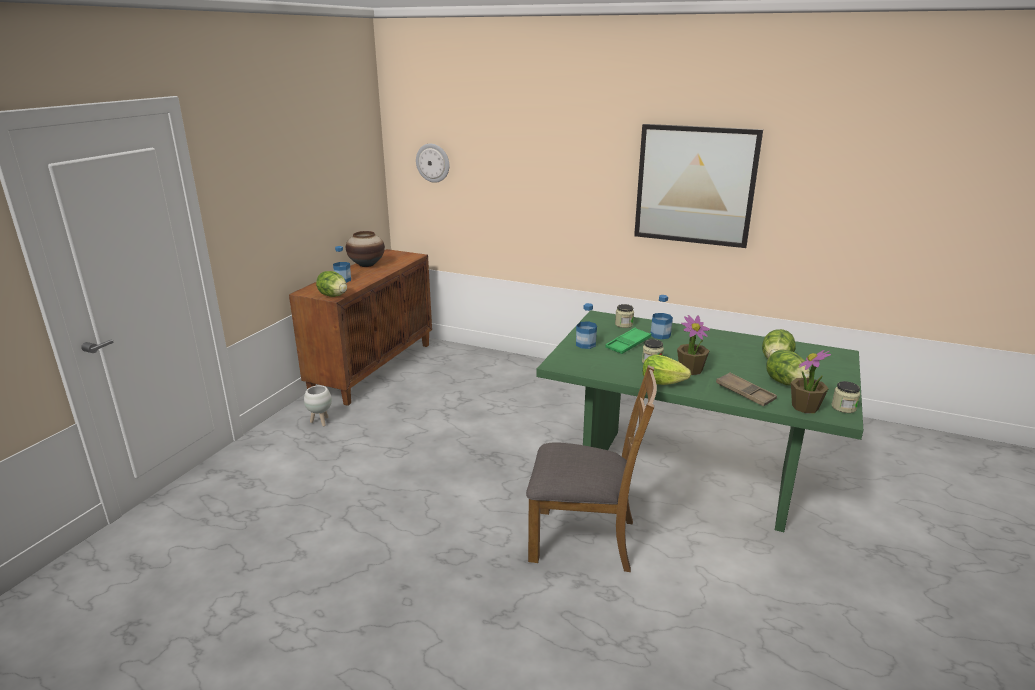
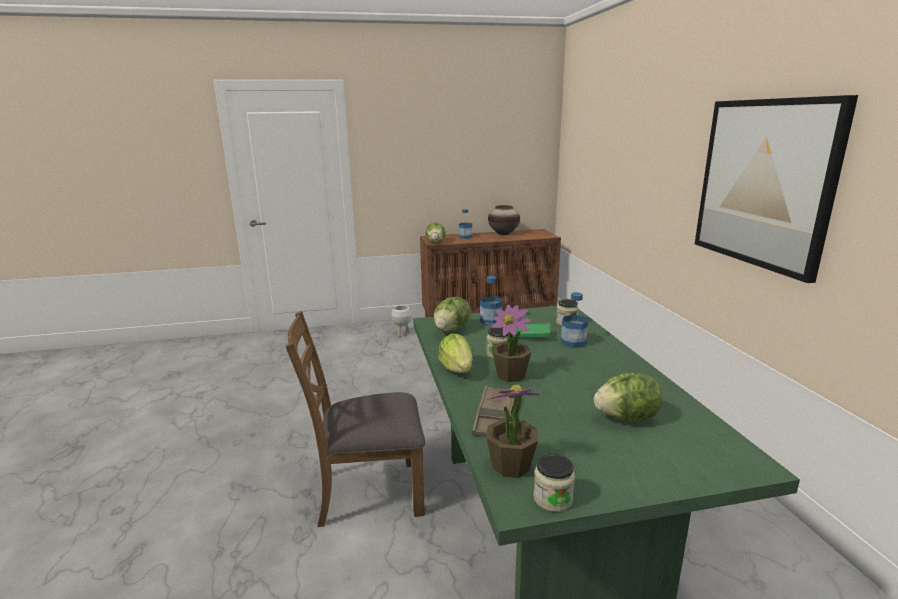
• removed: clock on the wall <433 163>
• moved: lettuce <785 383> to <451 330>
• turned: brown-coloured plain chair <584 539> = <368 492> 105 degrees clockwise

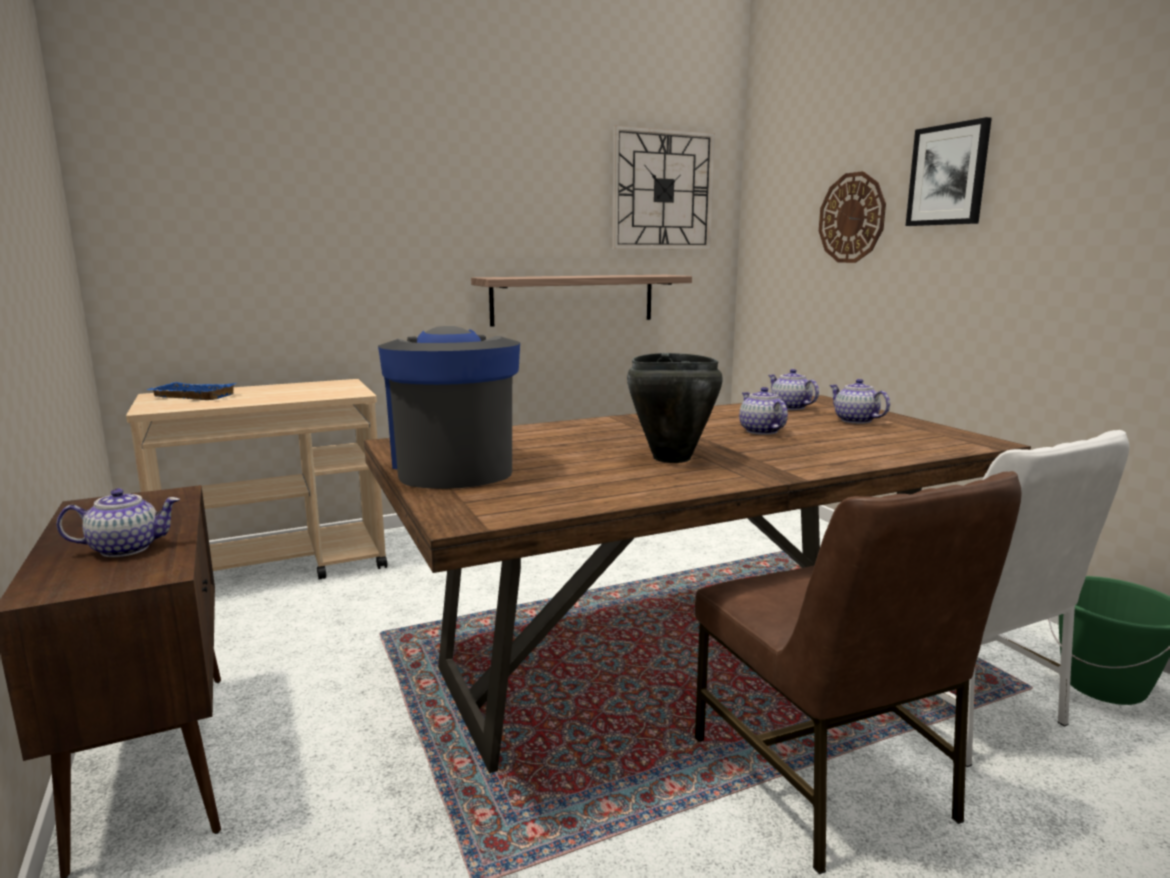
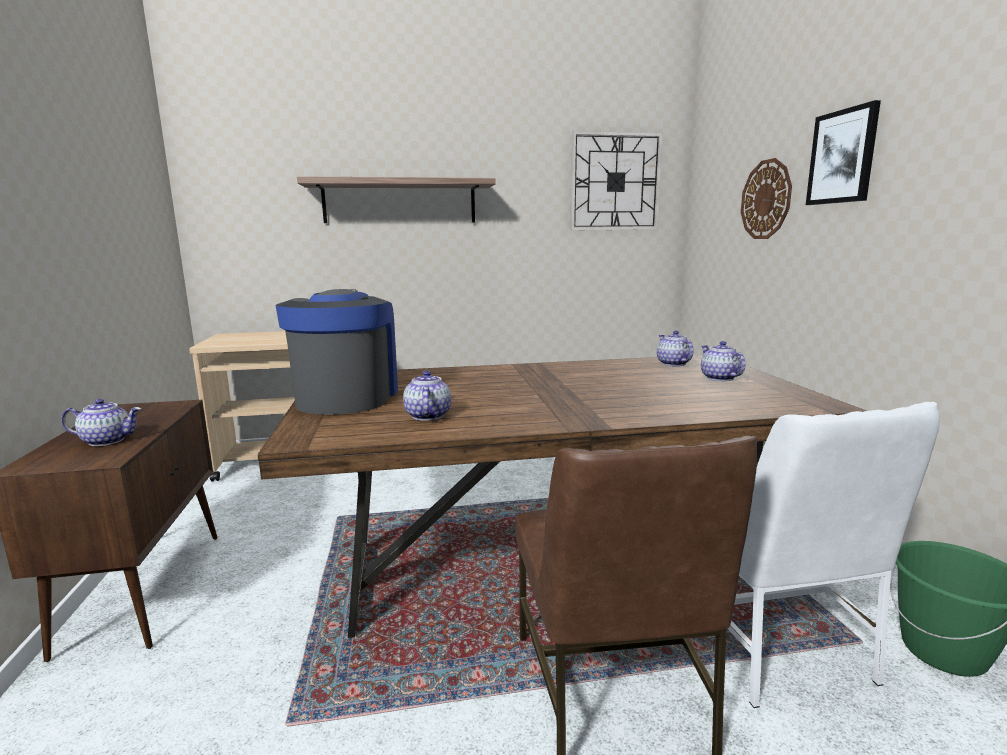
• moved: shelf <573 299> to <400 202>
• removed: blackish saucepot <671 458>
• removed: bluish carrying tray <191 396>
• moved: teapot <760 431> to <427 415>

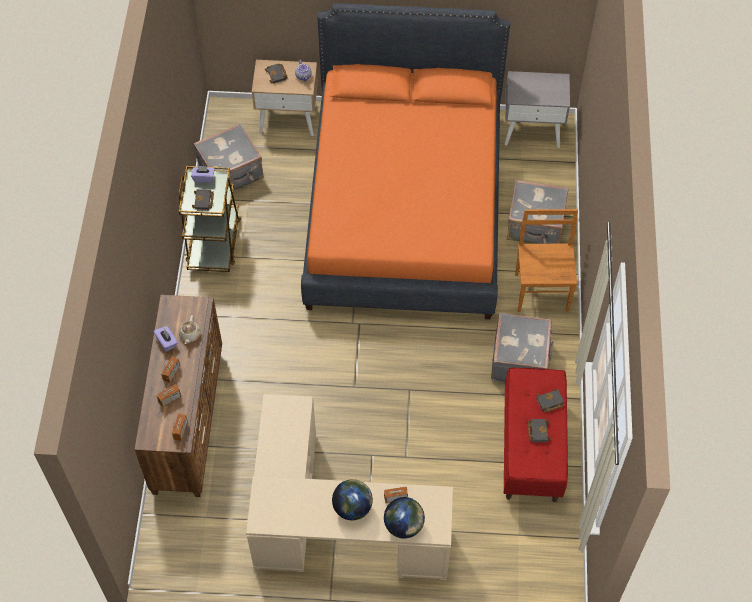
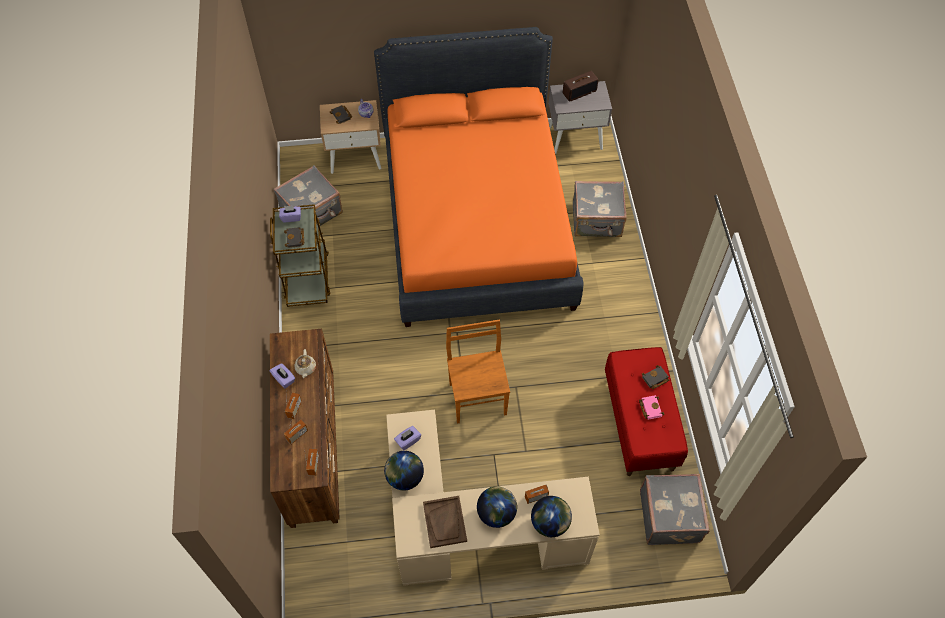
• moved: brown-coloured plain chair <541 290> to <477 397>
• moved: greyish travel case <520 360> to <670 516>
• recoloured: blackish bound book <537 431> to pink bound book <650 408>
• added: radio <579 92>
• added: purple-coloured box of tissues <408 441>
• added: desk globe <404 477>
• added: brown-coloured carrying tray <445 522>

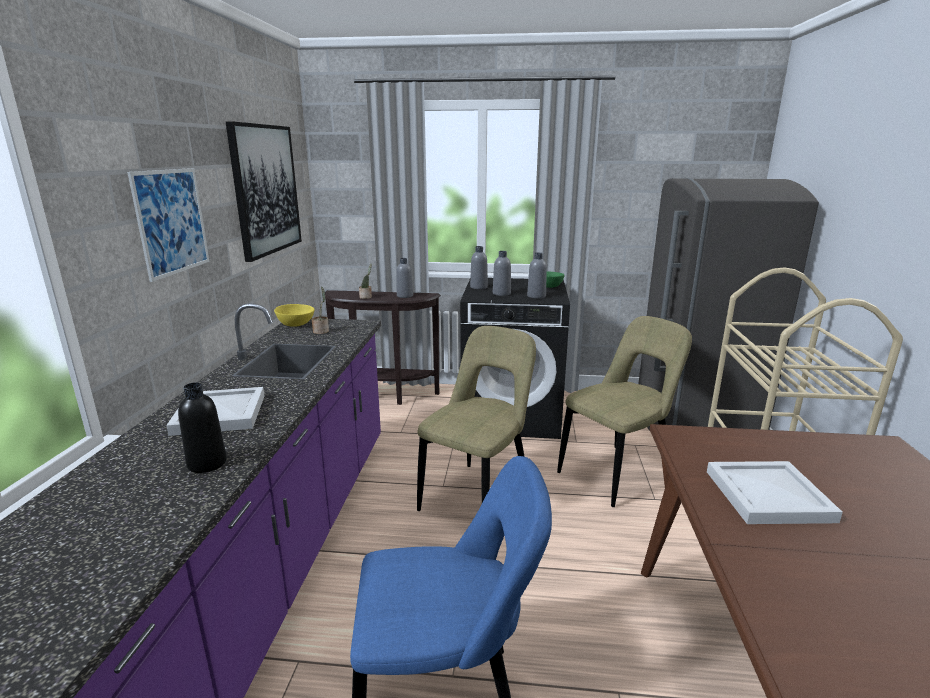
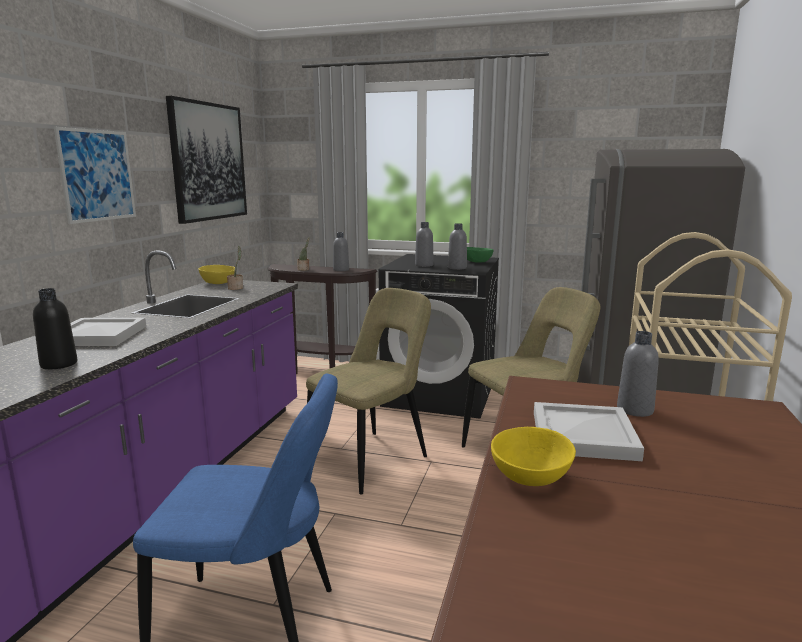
• moved: greyish bottle <478 287> to <635 410>
• added: yellowish bowl <530 476>

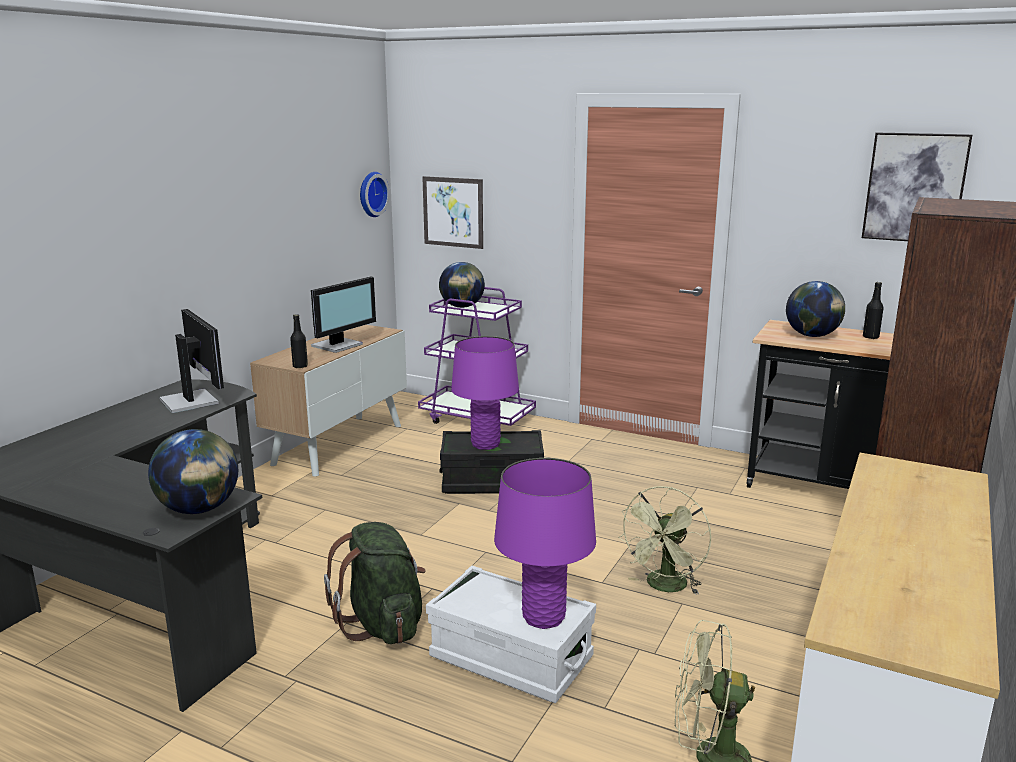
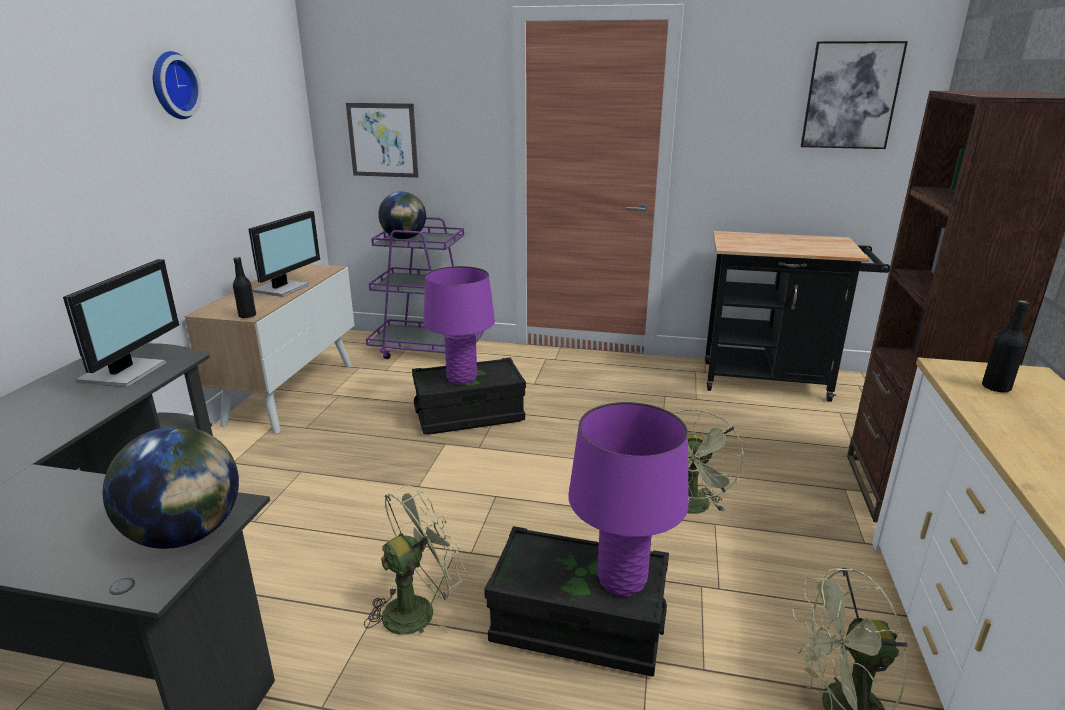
• moved: clock on the wall <371 194> to <172 85>
• removed: desk globe <812 335>
• moved: blackish bottle <870 337> to <996 388>
• turned: computer display <191 401> = <126 372> 60 degrees clockwise
• replaced: green knapsack <383 624> to green cooling fan <417 608>
• recoloured: whitish storage box <511 658> to blackish storage box <578 625>

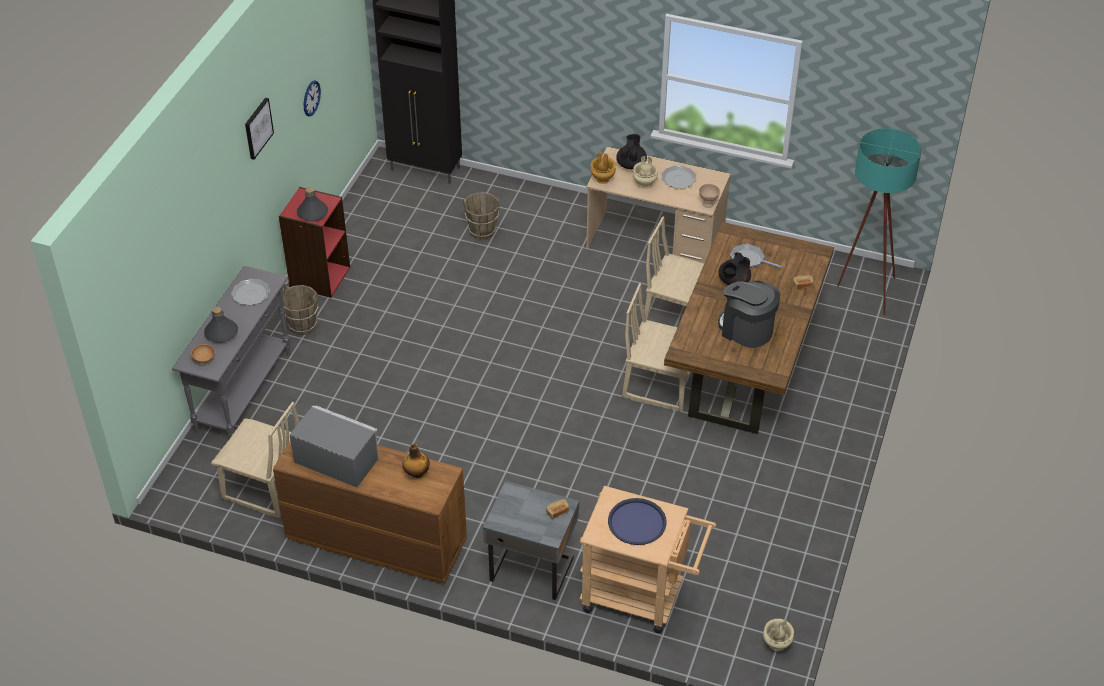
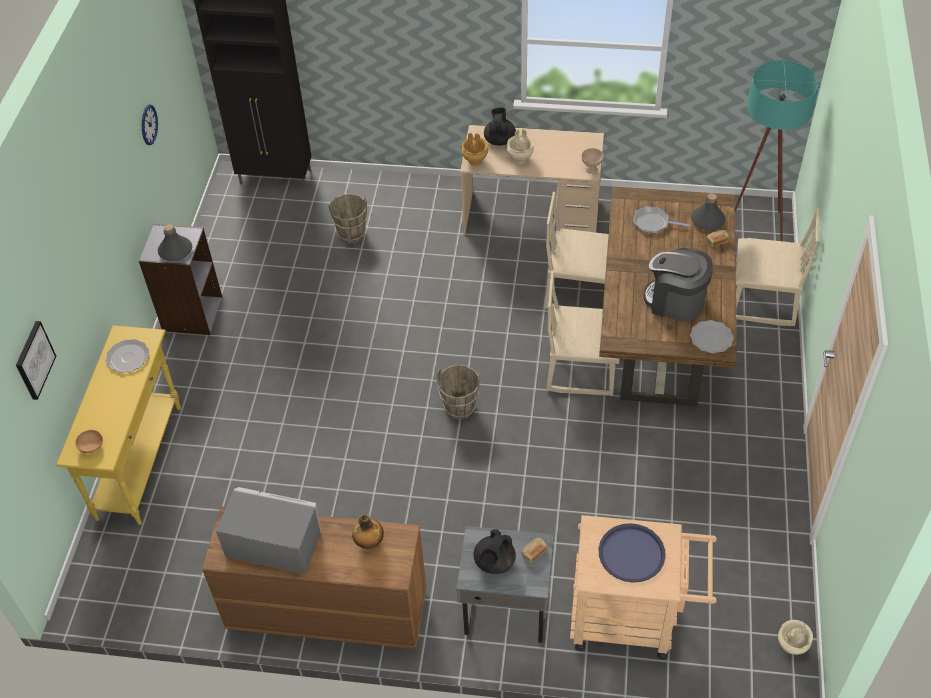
• moved: picture <257 128> to <34 360>
• moved: dinner plate <678 178> to <711 338>
• recoloured: reddish shelving unit <319 277> to greyish shelving unit <192 314>
• moved: blackish teapot <733 281> to <494 562>
• recoloured: greyish console table <244 392> to yellowish console table <140 461>
• moved: brown-coloured pail <302 326> to <459 408>
• moved: greyish bottle <221 333> to <708 220>
• moved: beige plain chair <265 488> to <763 302>

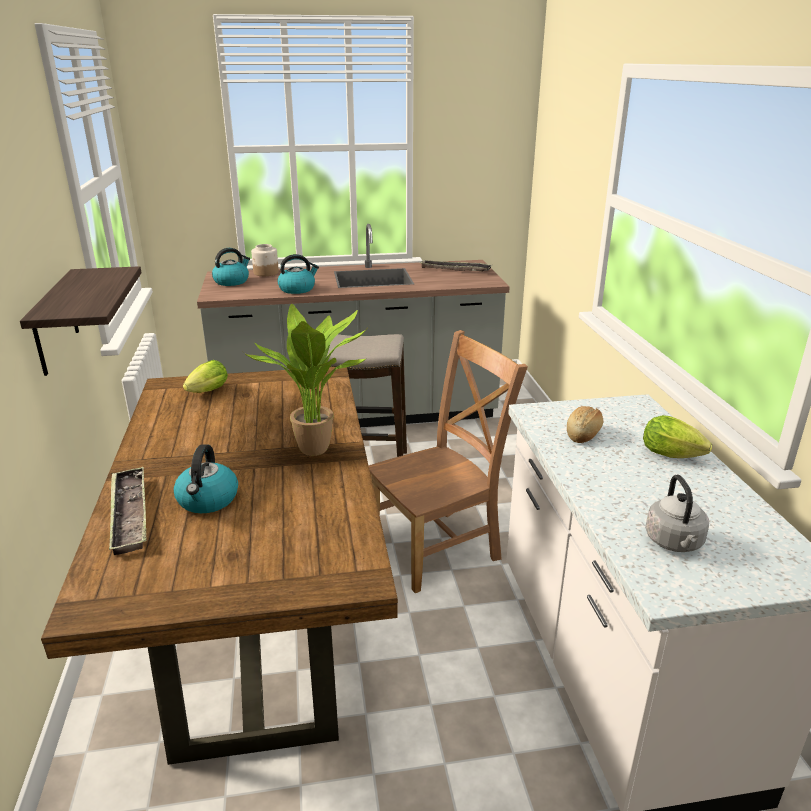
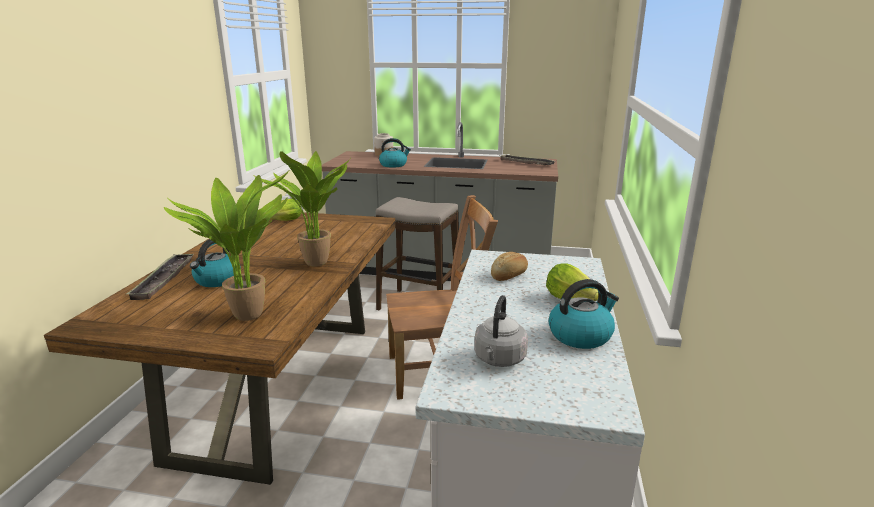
• moved: water kettle <232 281> to <580 335>
• removed: shelf <54 322>
• added: potted plant <251 313>

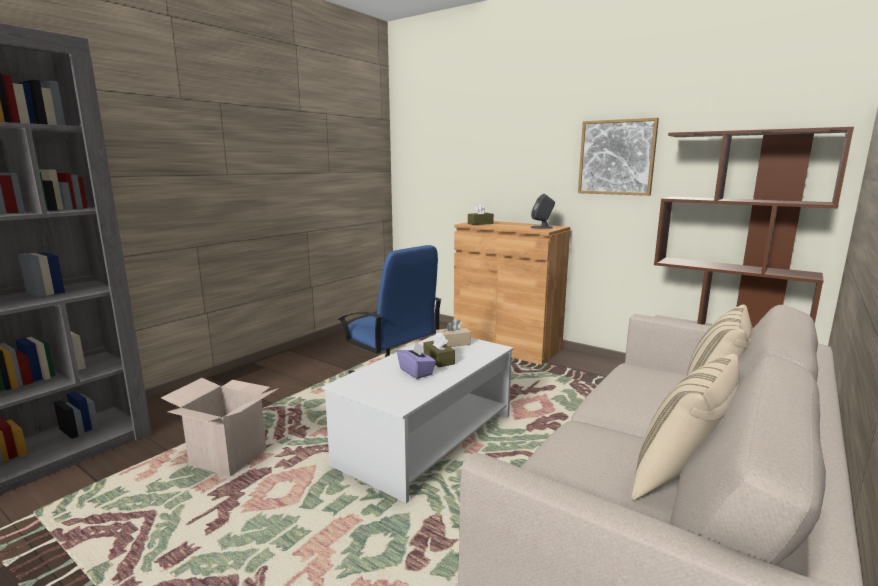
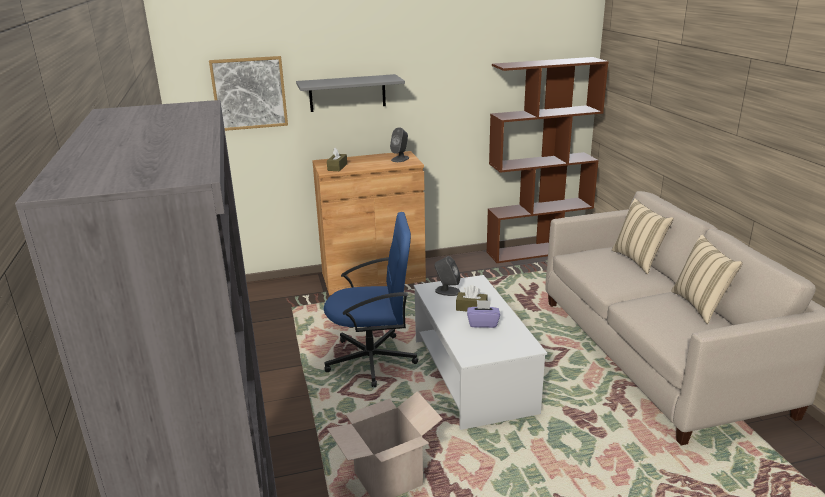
• moved: picture <616 157> to <249 93>
• replaced: beige box of tissues <453 343> to greyish speaker <447 291>
• added: greyish shelf <347 93>

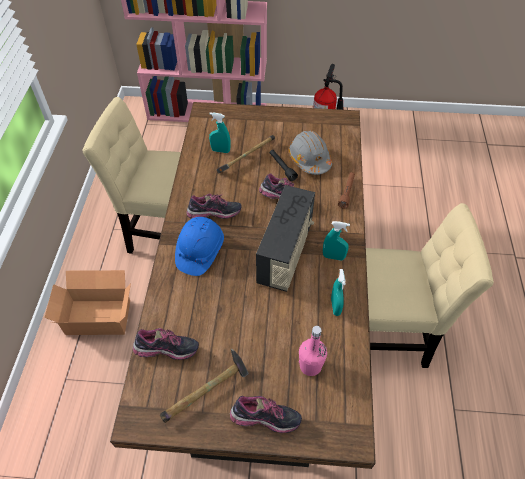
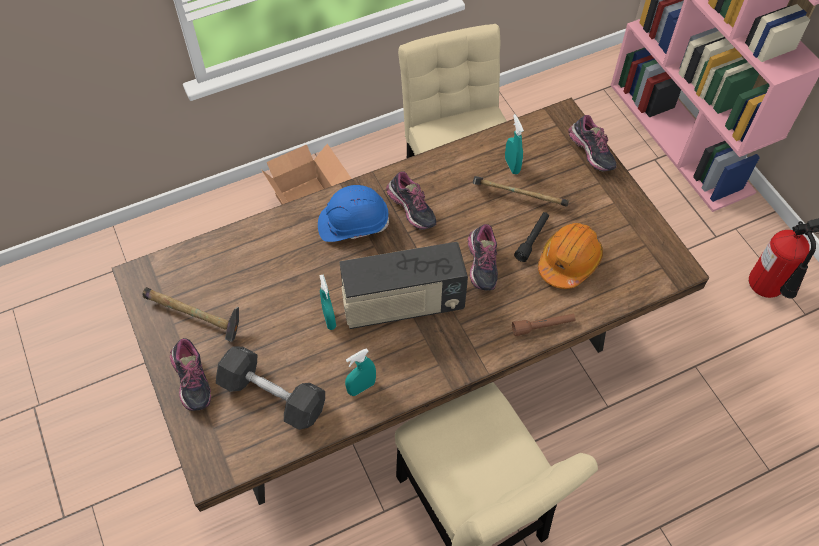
• recoloured: greyish work helmet <309 159> to orange work helmet <569 261>
• moved: turquoise-coloured spray bottle <333 257> to <329 319>
• replaced: pink bottle <310 366> to greyish dumbbell <273 395>
• moved: shoe <167 351> to <590 154>

